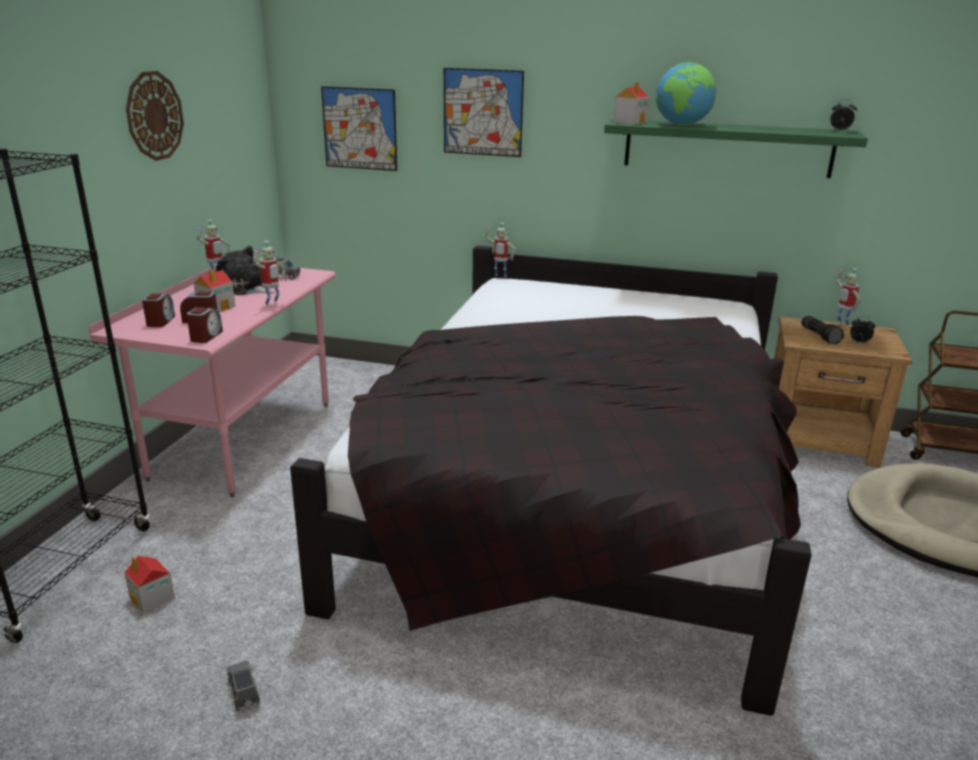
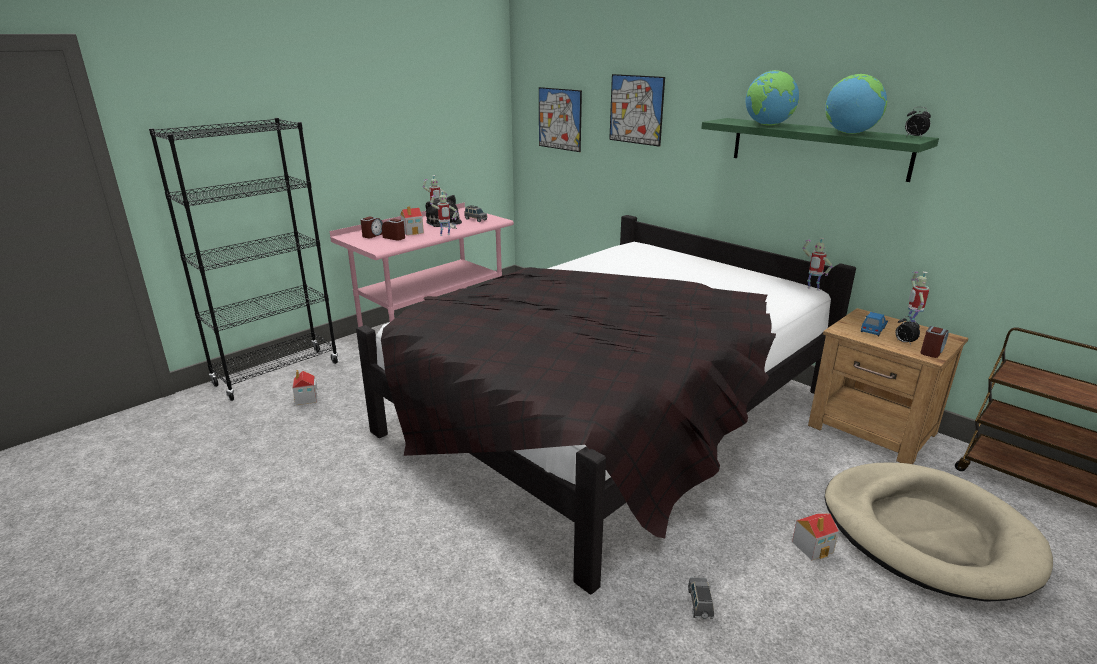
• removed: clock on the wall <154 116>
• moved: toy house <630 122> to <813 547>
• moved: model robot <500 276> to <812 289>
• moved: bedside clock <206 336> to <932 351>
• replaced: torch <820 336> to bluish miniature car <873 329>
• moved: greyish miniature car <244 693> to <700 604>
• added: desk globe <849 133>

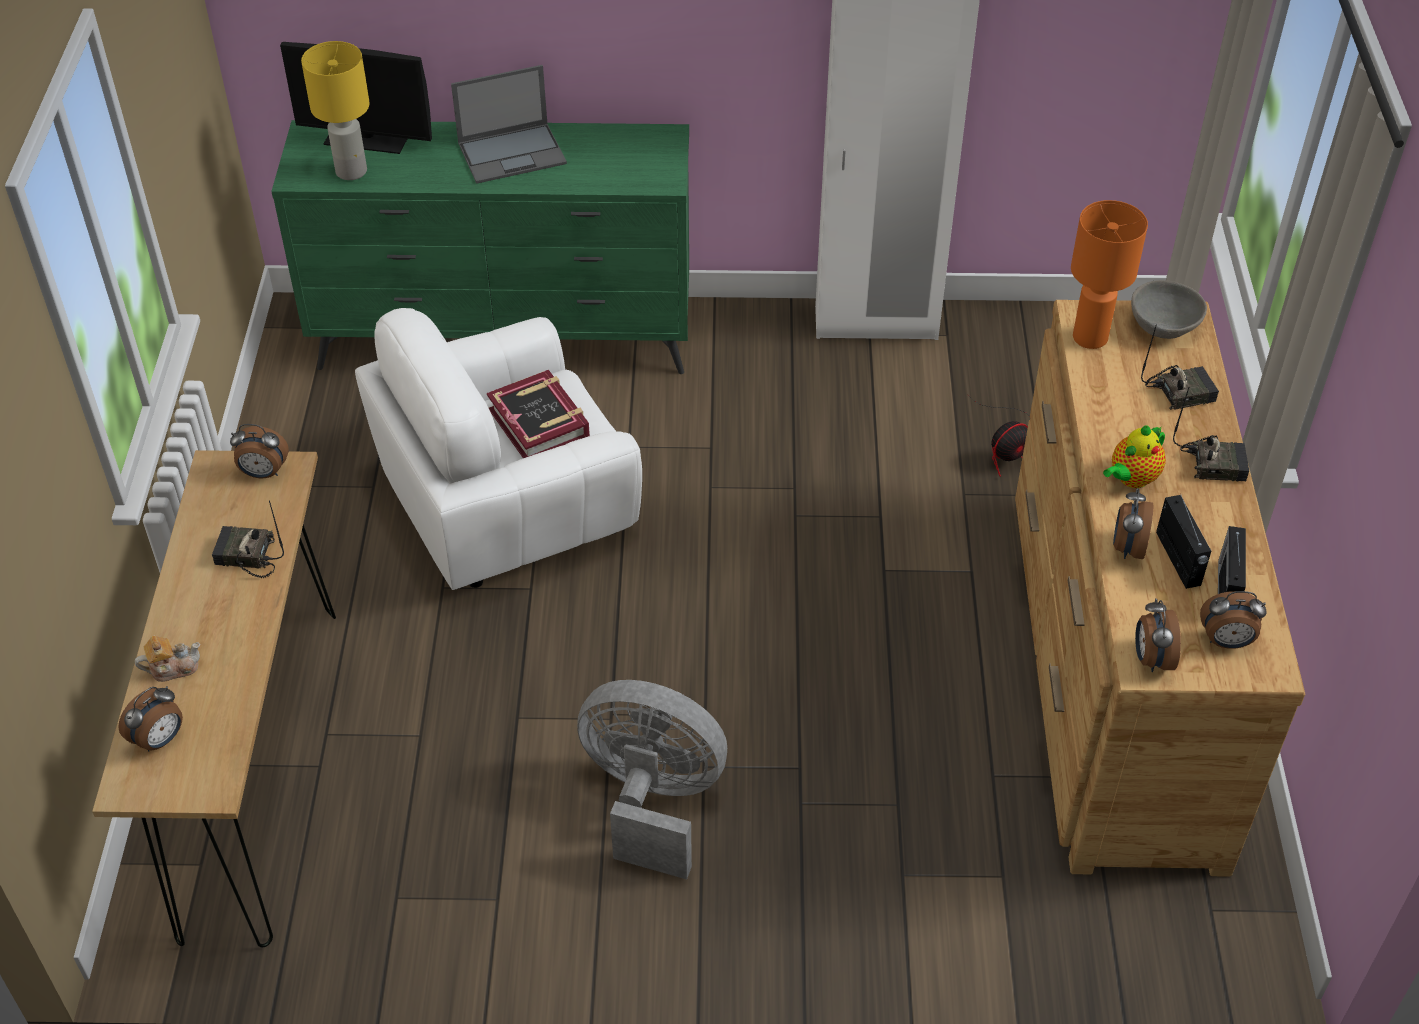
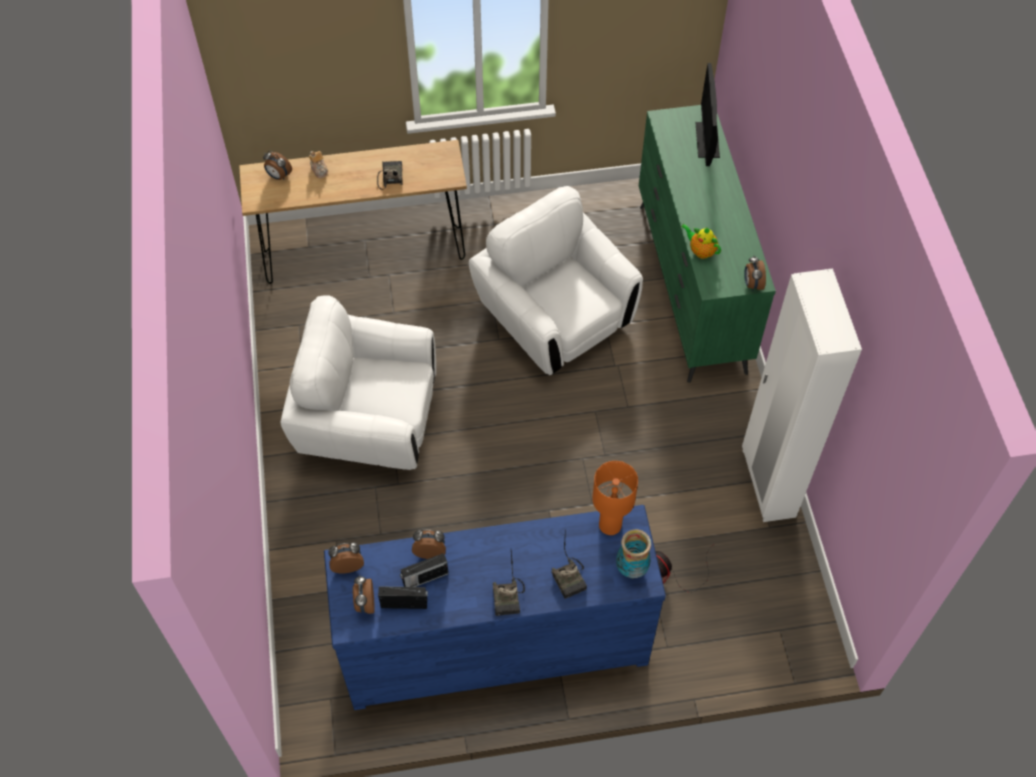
• removed: yellowish lamp for a table <351 171>
• removed: laptop <513 153>
• replaced: greyish bowl <1163 326> to decorative vase <631 568>
• recoloured: brown-coloured dresser <1113 670> to bluish dresser <494 642>
• removed: bound book <540 424>
• moved: bedside clock <263 473> to <752 284>
• moved: teapot <1131 479> to <700 251>
• replaced: greyish cooling fan <652 800> to whitish easy chair <367 419>

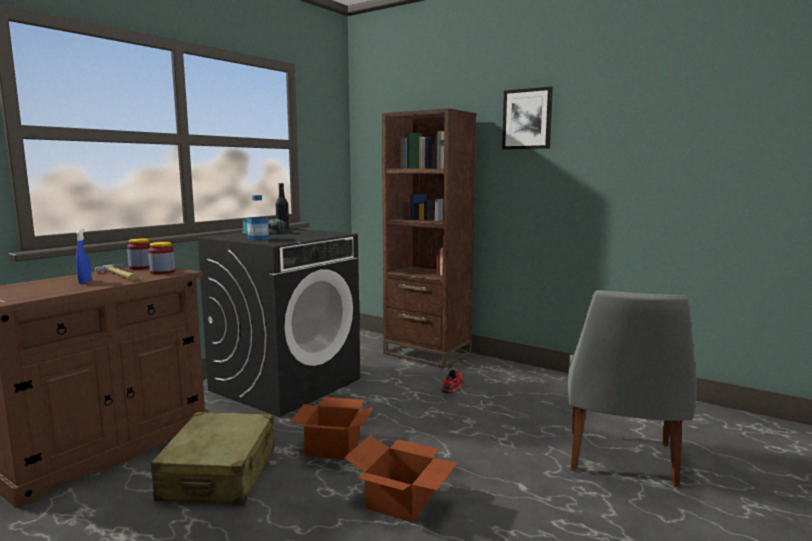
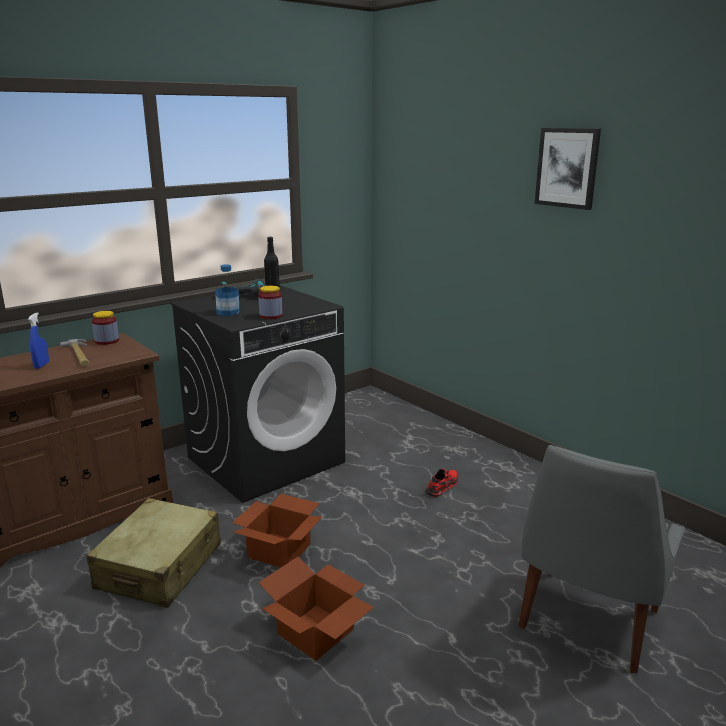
• removed: brown-coloured shelving unit <427 354>
• moved: preserve jar <162 272> to <271 316>

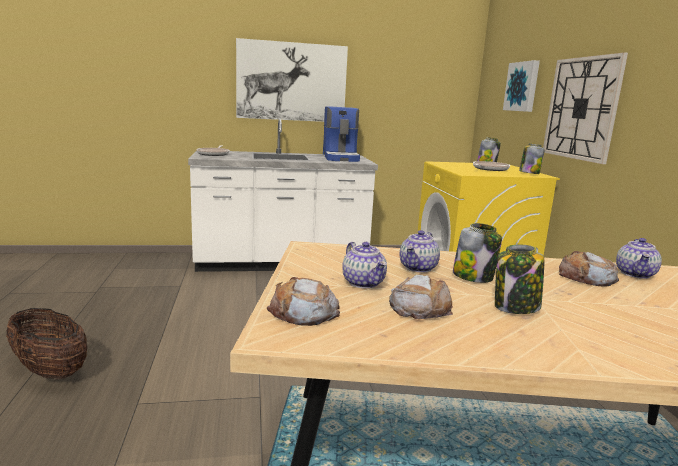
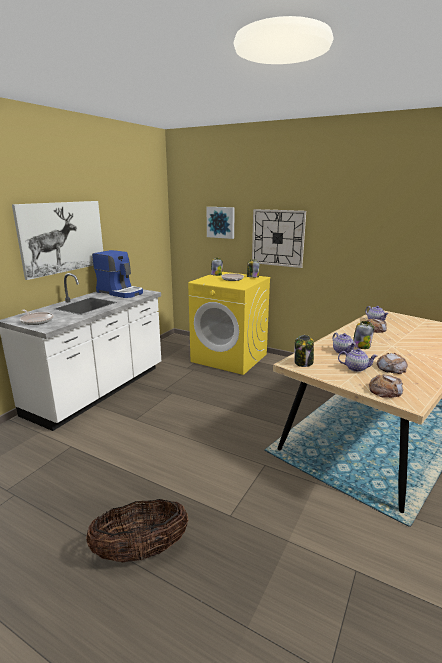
• moved: preserve jar <516 307> to <303 363>

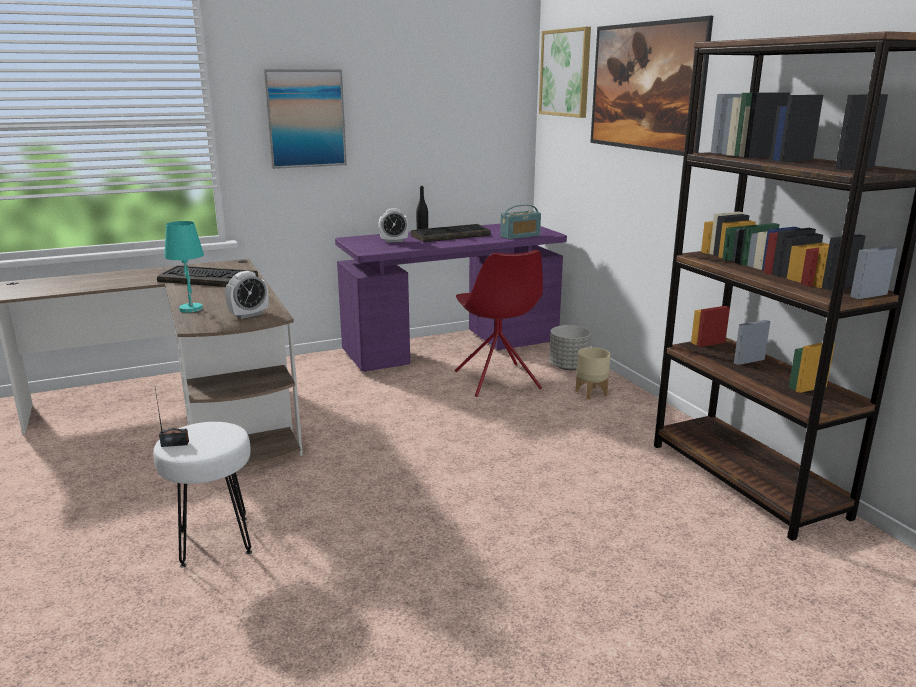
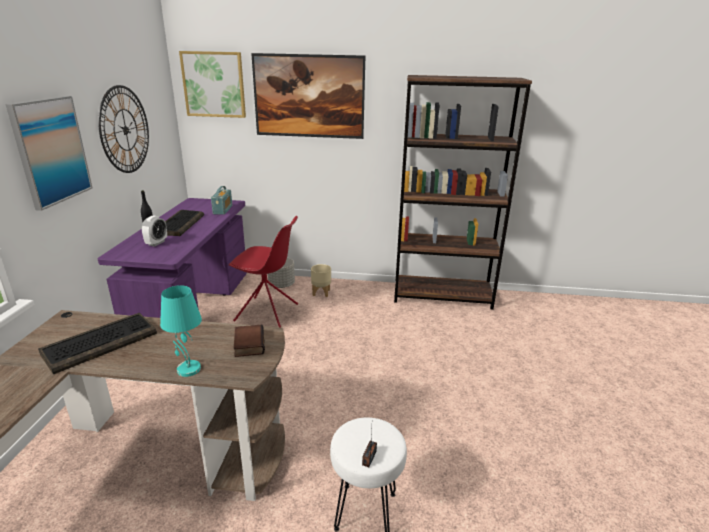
• replaced: bedside clock <249 315> to bound book <248 344>
• added: clock on the wall <125 130>

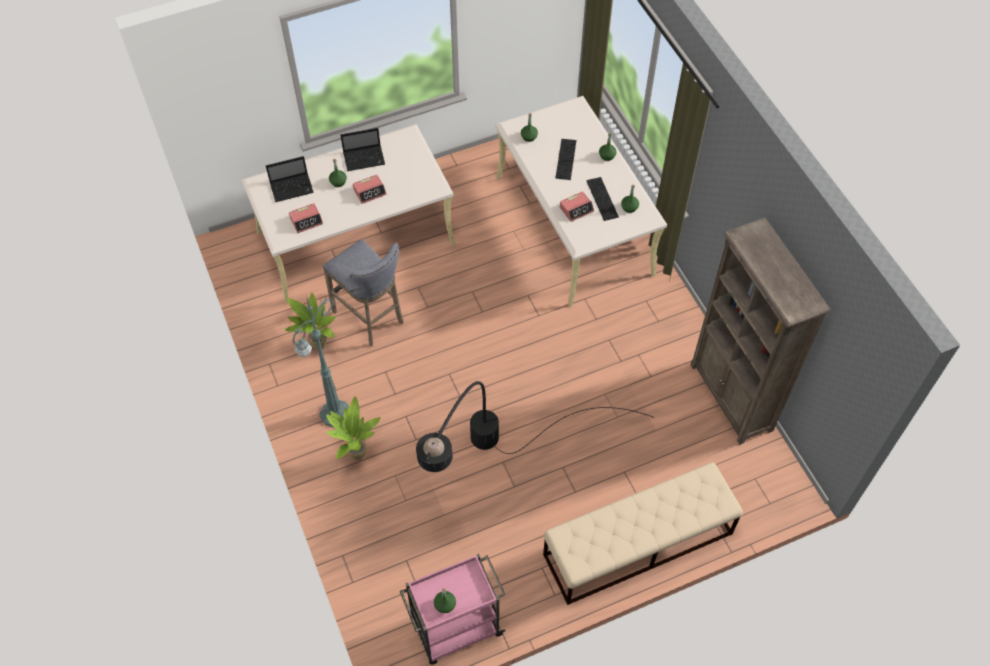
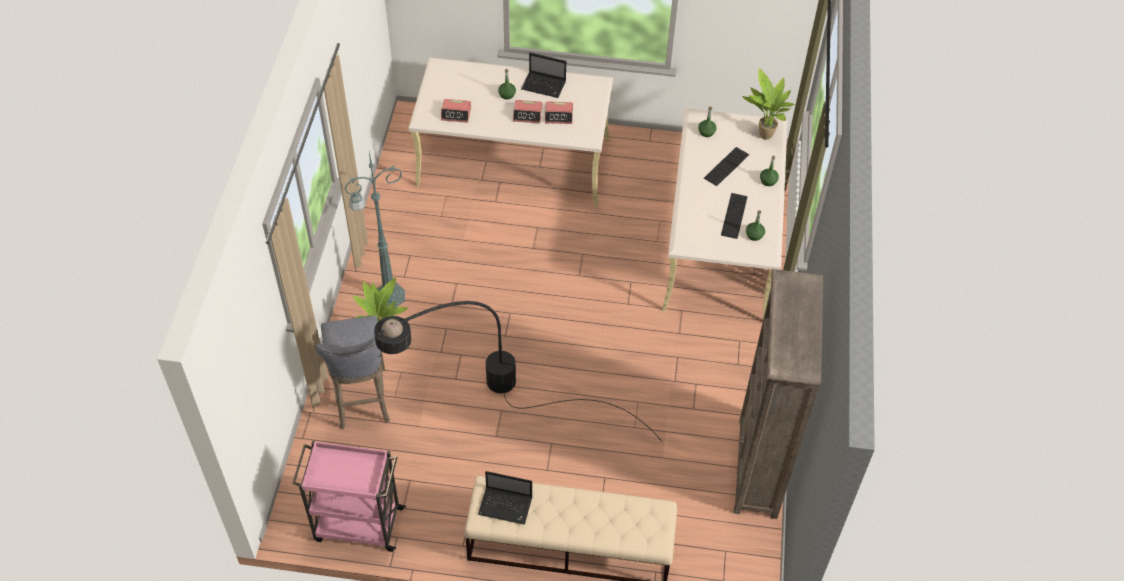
• moved: laptop <292 188> to <506 506>
• moved: bedside clock <576 209> to <559 116>
• moved: greyish stool <371 318> to <362 401>
• moved: potted plant <317 347> to <763 136>
• removed: green bottle <445 604>

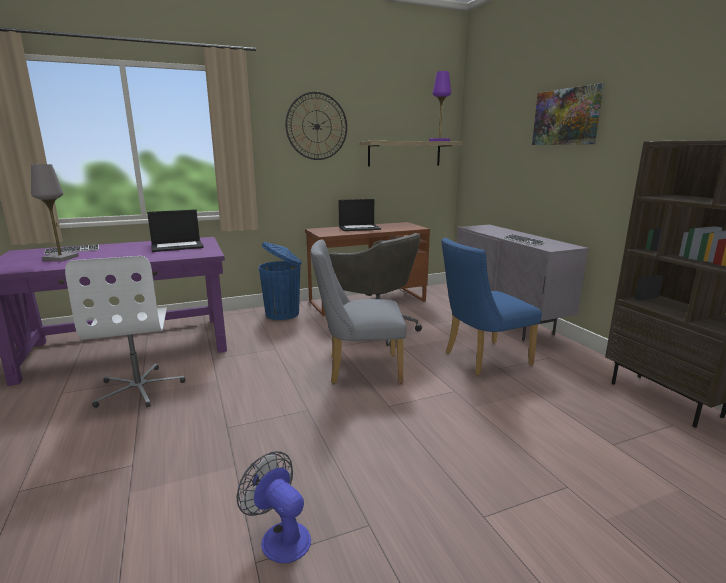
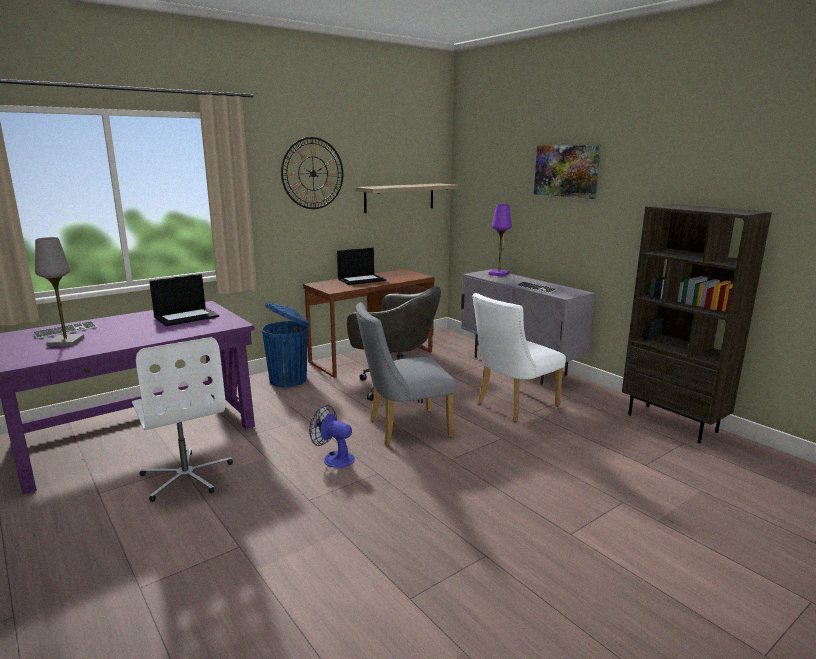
• moved: purple-coloured lamp for a table <439 141> to <499 274>
• recoloured: bluish plain chair <481 359> to whitish plain chair <512 406>
• moved: cooling fan <280 536> to <334 458>

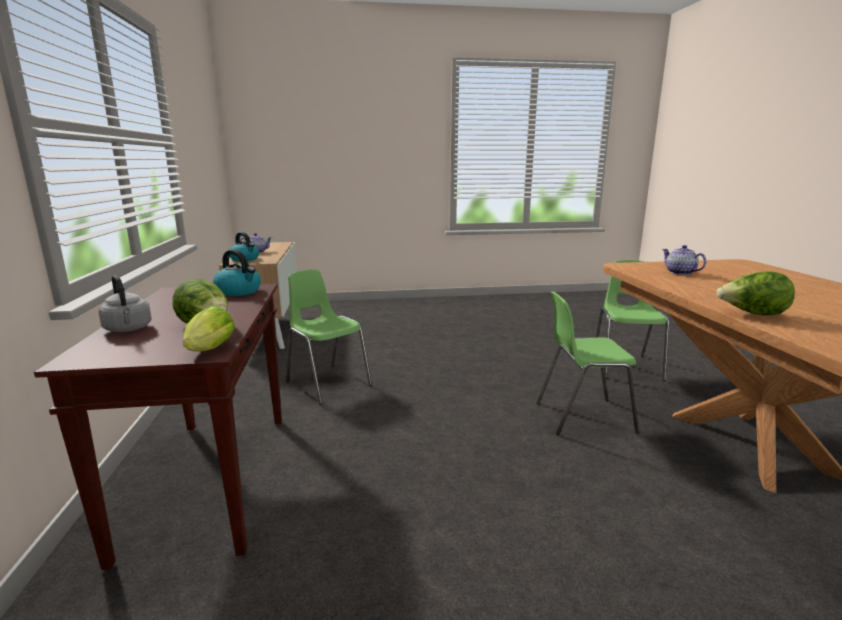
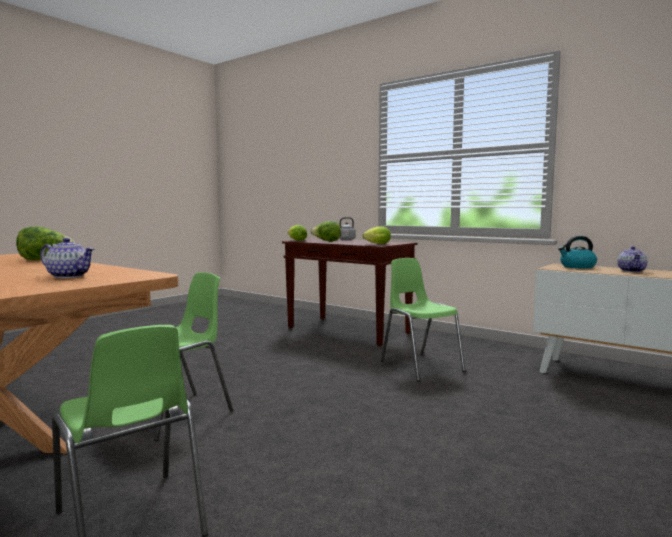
• replaced: water kettle <239 291> to lettuce <376 244>
• turned: green plain chair <327 383> = <420 366> 120 degrees counterclockwise

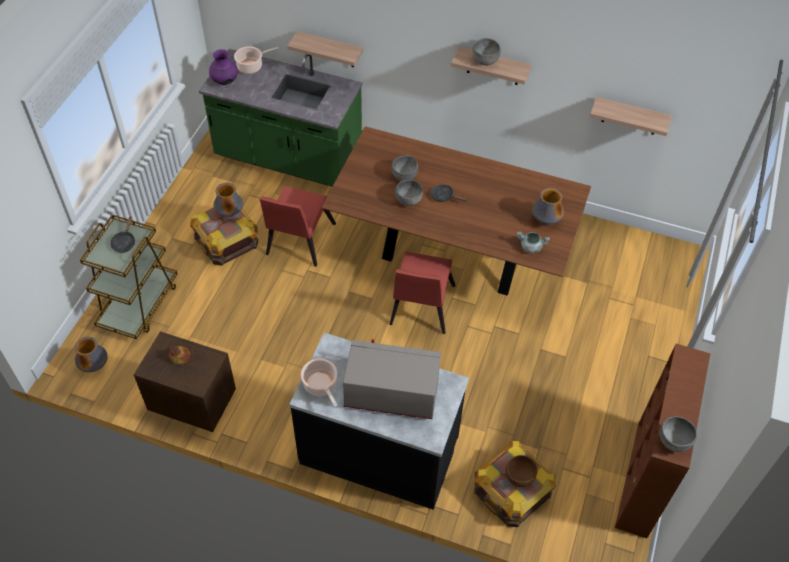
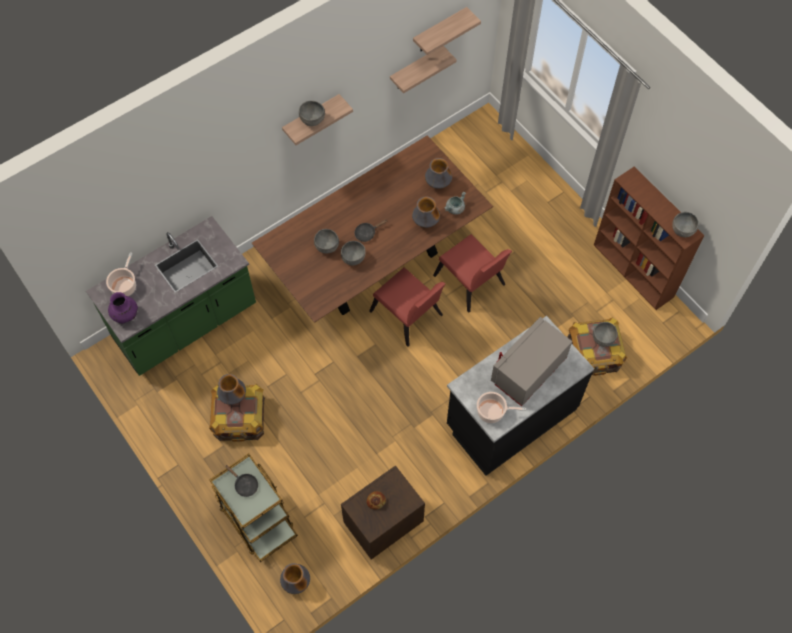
• moved: shelf <330 50> to <439 31>
• moved: reddish plain chair <298 242> to <471 284>
• recoloured: brown-coloured bowl <519 477> to greyish bowl <602 339>
• added: decorative vase <425 222>

